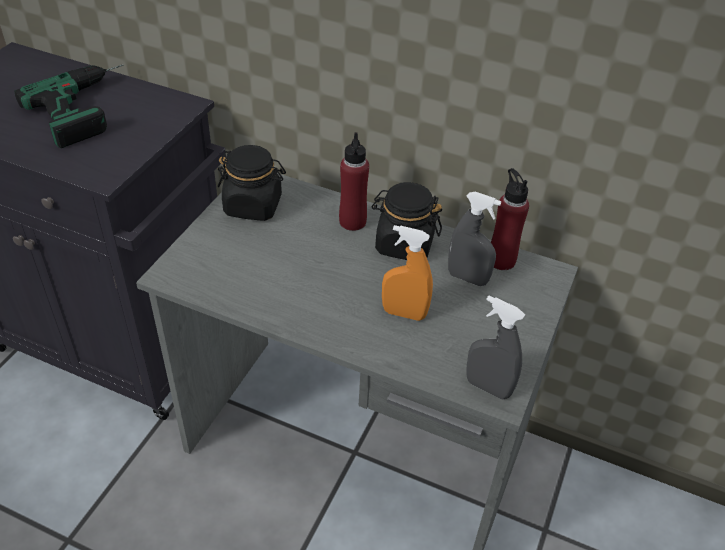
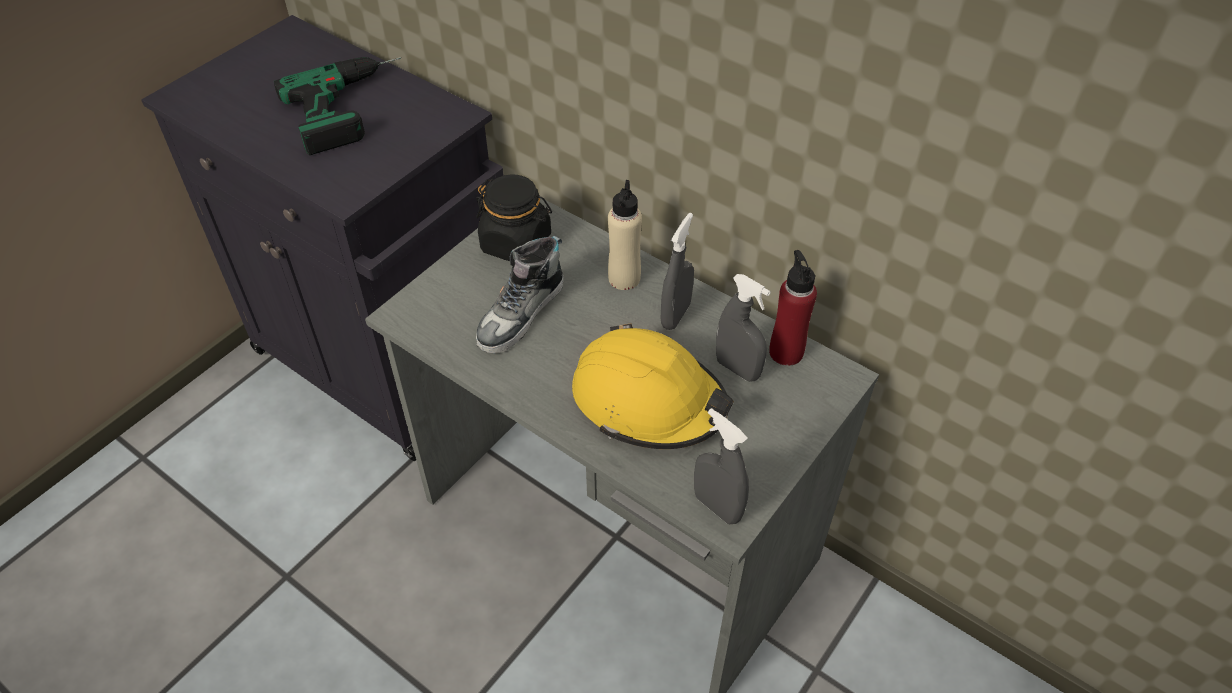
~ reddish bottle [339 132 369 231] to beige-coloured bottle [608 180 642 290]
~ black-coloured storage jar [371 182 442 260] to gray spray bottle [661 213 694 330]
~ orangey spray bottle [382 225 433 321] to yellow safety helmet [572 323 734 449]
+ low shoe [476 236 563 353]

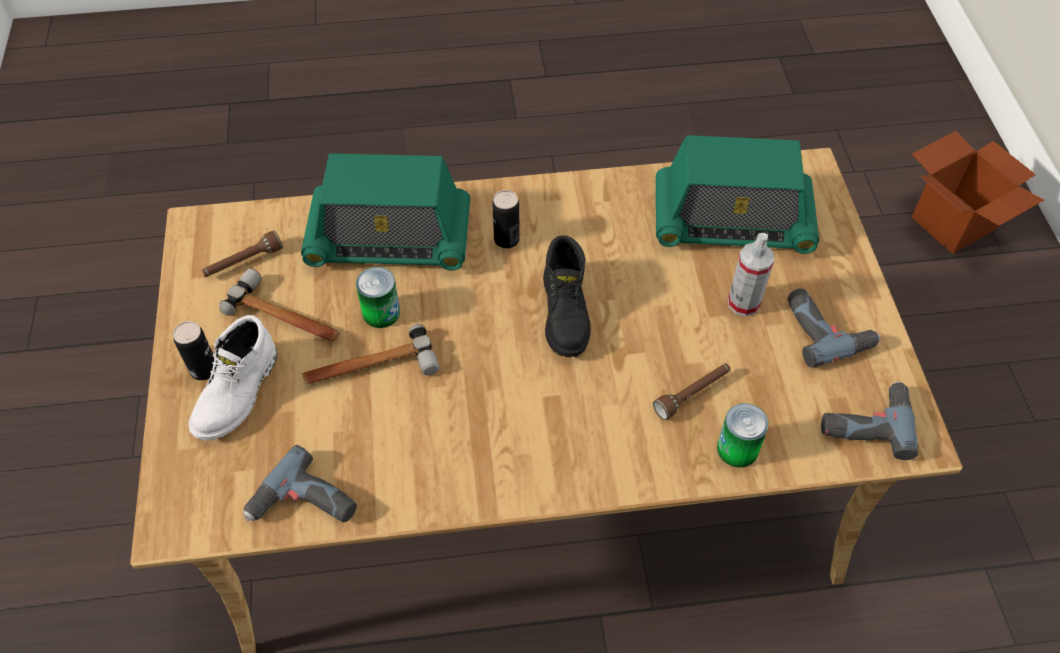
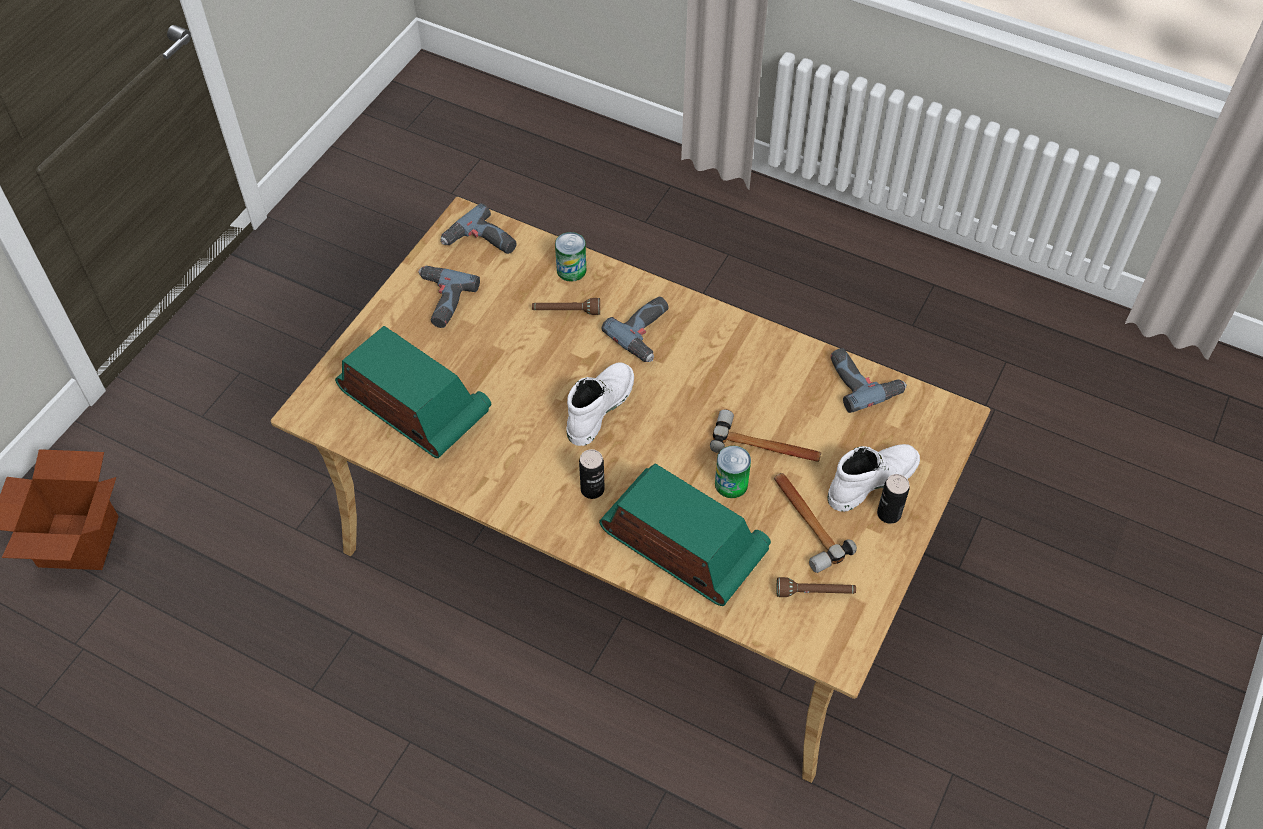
- spray bottle [728 233 774 317]
~ black-coloured boot [543 235 591 357] to white boot [567 362 634 446]
+ electric drill [602 297 668 362]

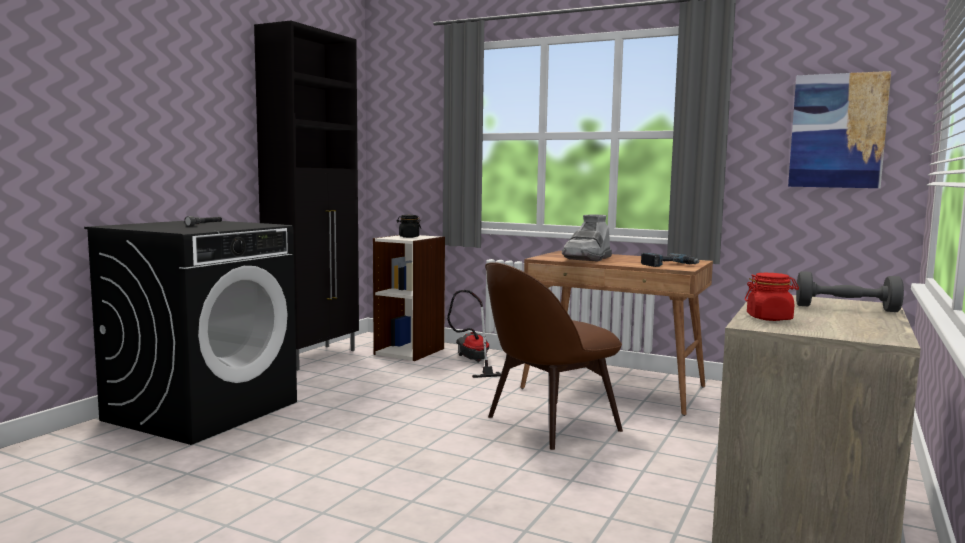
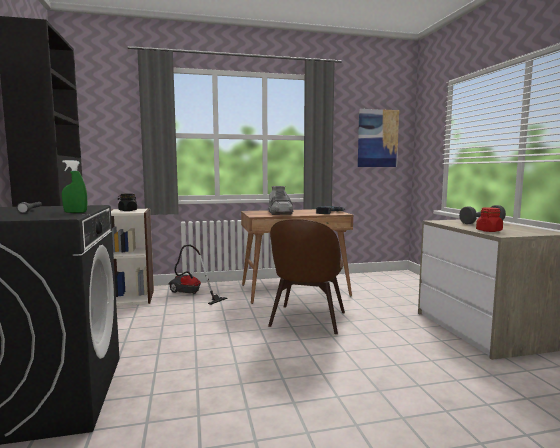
+ green spray bottle [62 160 87 213]

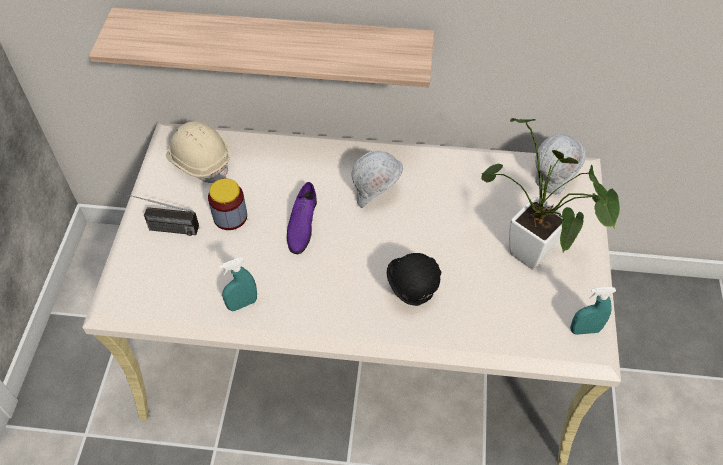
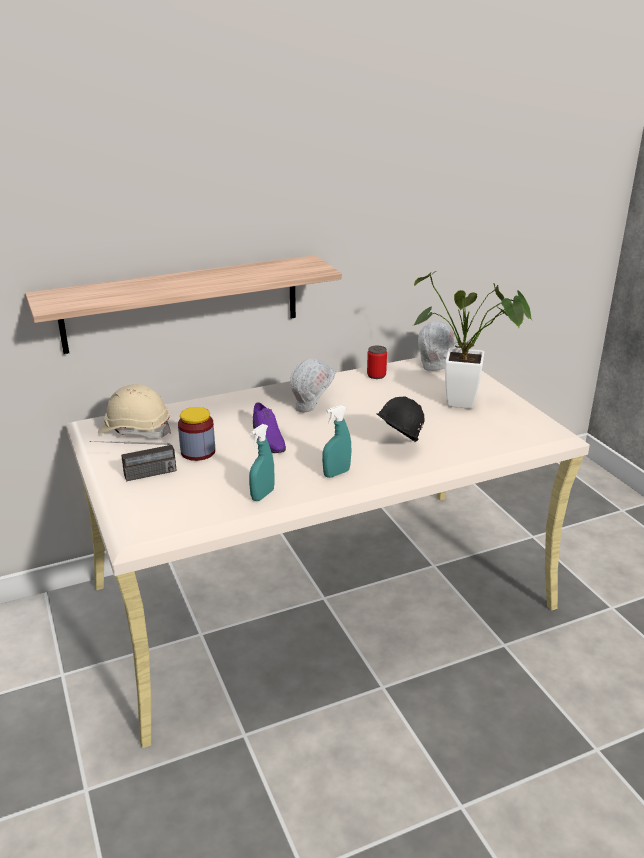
~ blue-green spray bottle [570 287 616 335] to [322 405 352 478]
+ can [367 346 387 379]

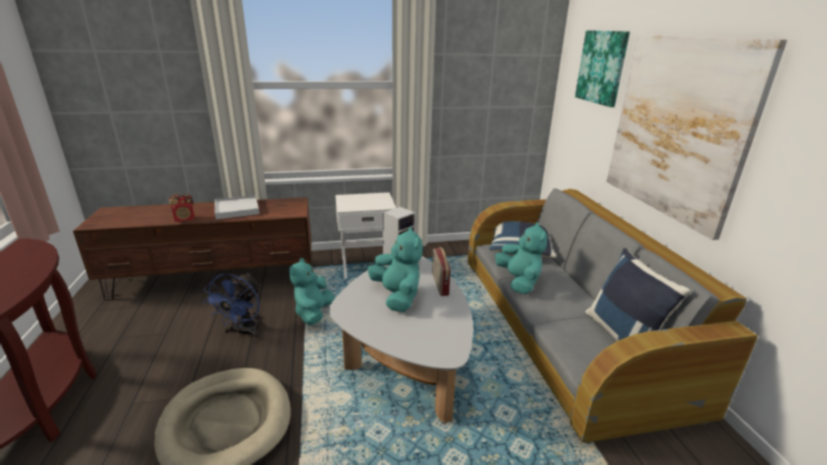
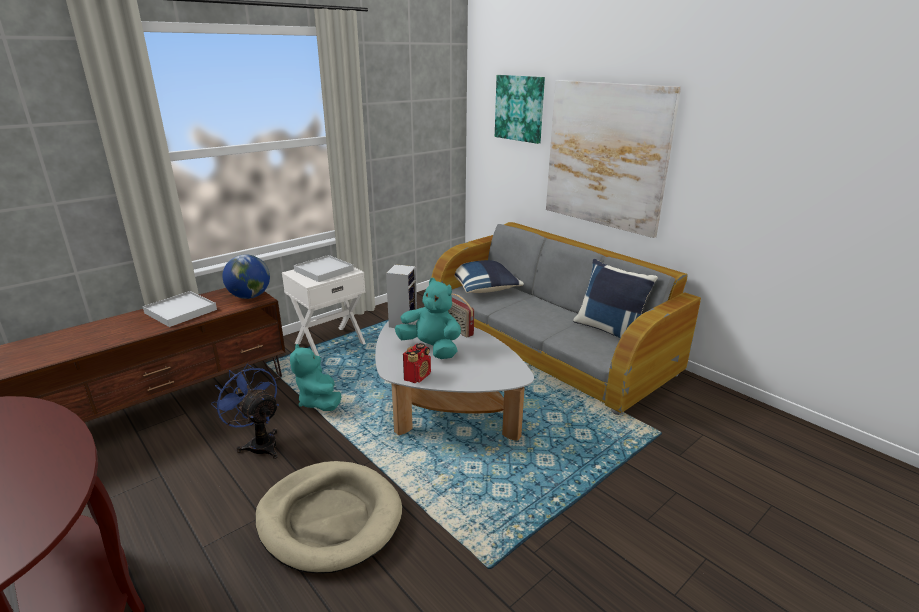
~ radio set [169 194 195 222] to [403 343 431 383]
- blue-green plush toy [495 222 547 294]
~ bluish fan [202 273 261 338] = [211 364 279 459] 150 degrees clockwise
+ globe [222 254 270 299]
+ white tray [294 255 354 282]

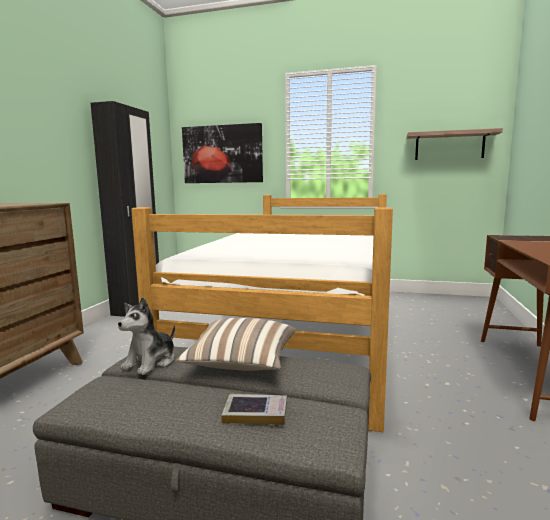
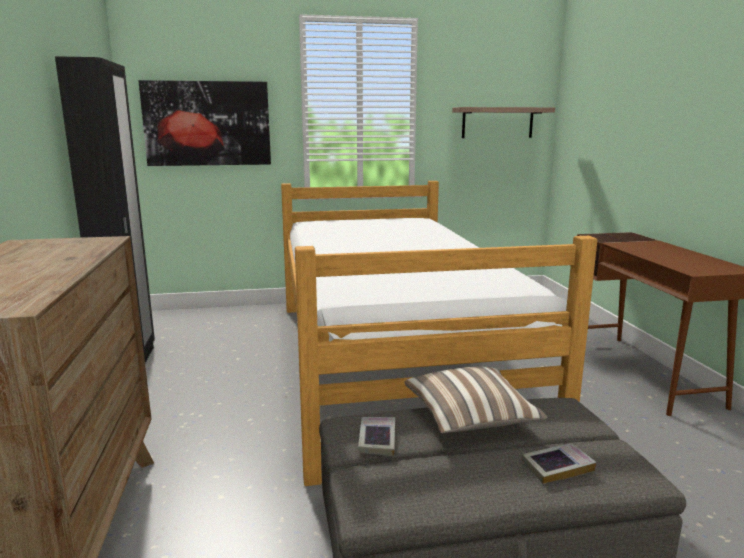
~ plush toy [118 297 175 375] to bound book [358 417 395 456]

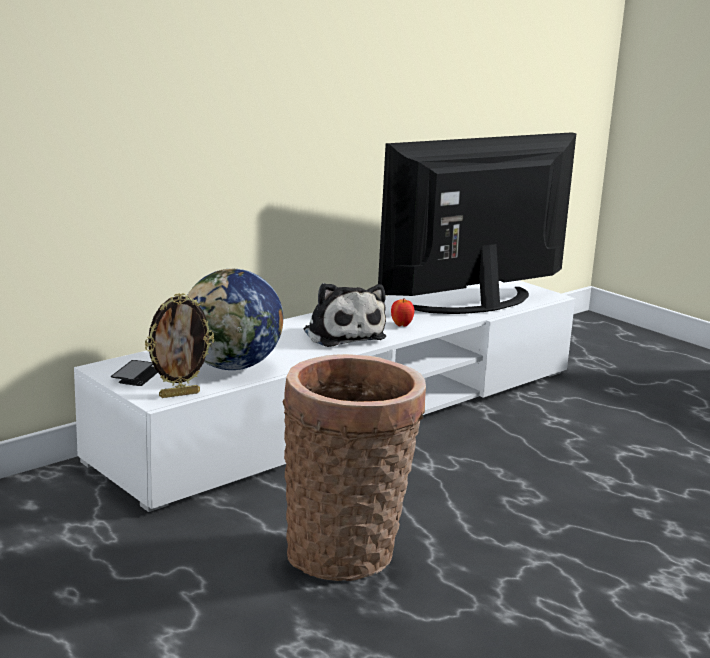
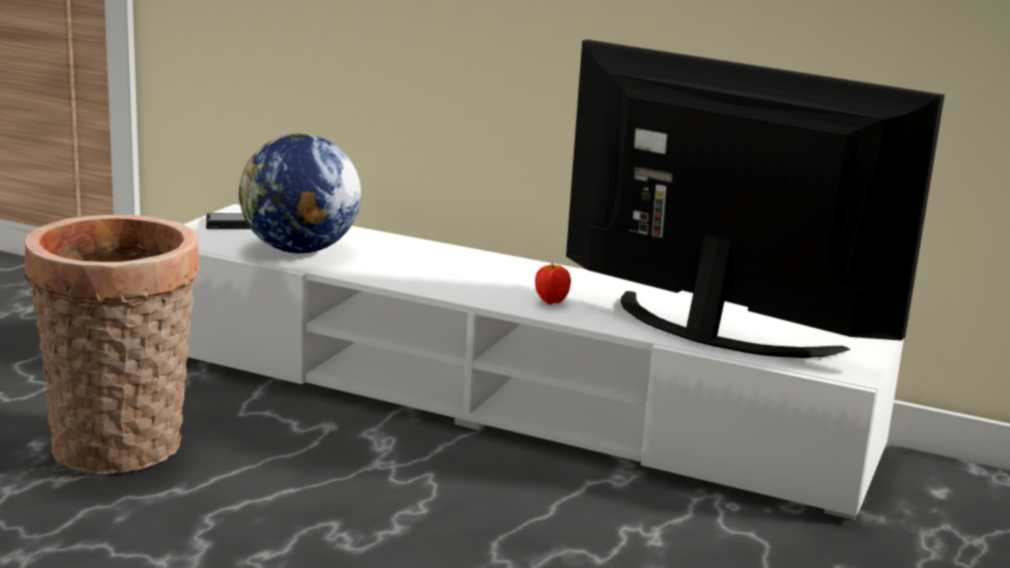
- plush toy [303 283 386 347]
- standing frame [145 293 214 398]

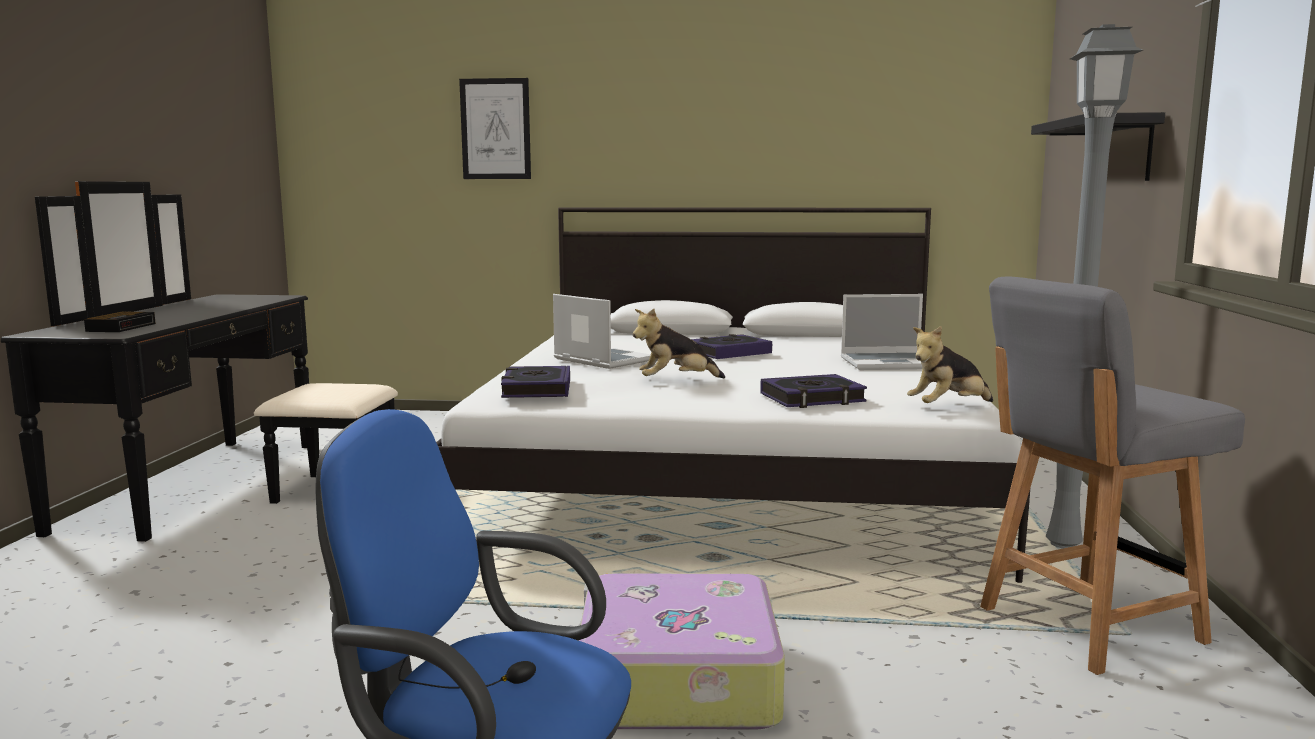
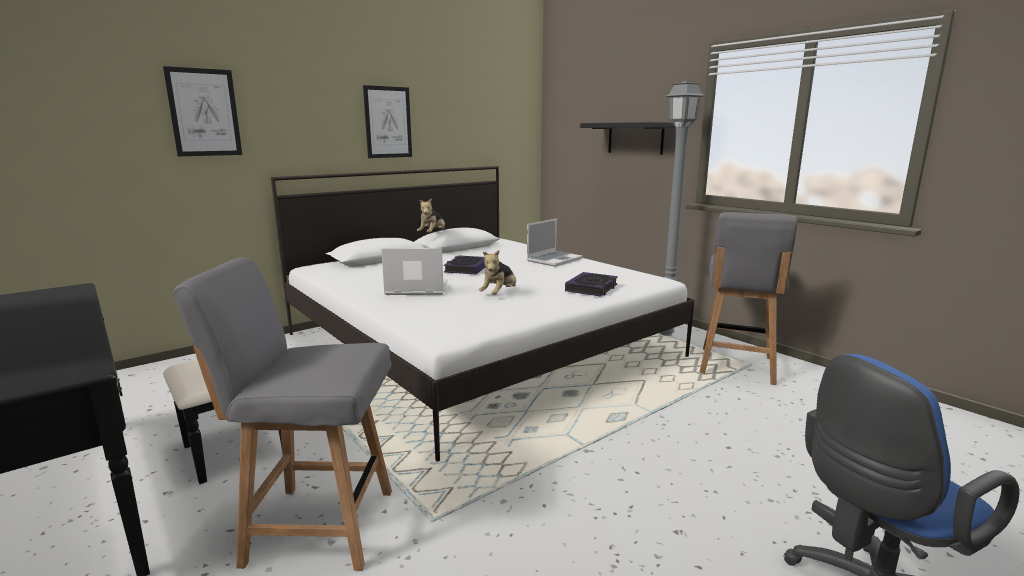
- bedside clock [84 312 156 332]
~ plush toy [907 326 993 403] to [417 198 445 233]
- bound book [501 366 570 398]
- travel case [578 574 785 729]
+ wall picture [363 85 412 158]
+ gray upright chair [173 257 392 571]

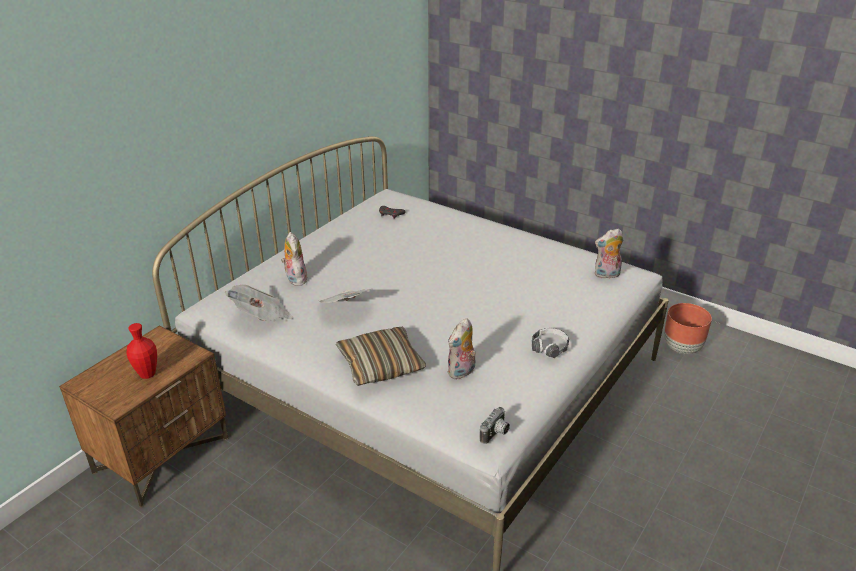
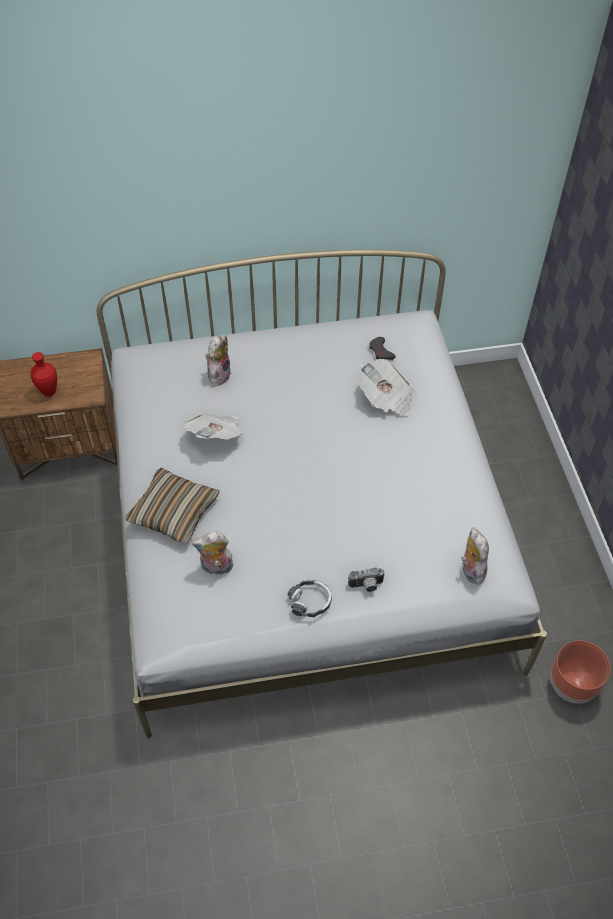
~ plush toy [595 228 623 279] = [461 527 489 584] 45 degrees clockwise
~ daily paper [225 285 293 321] to [360 359 414 417]
~ photo camera [480 407 510 444] to [348 567 385 592]

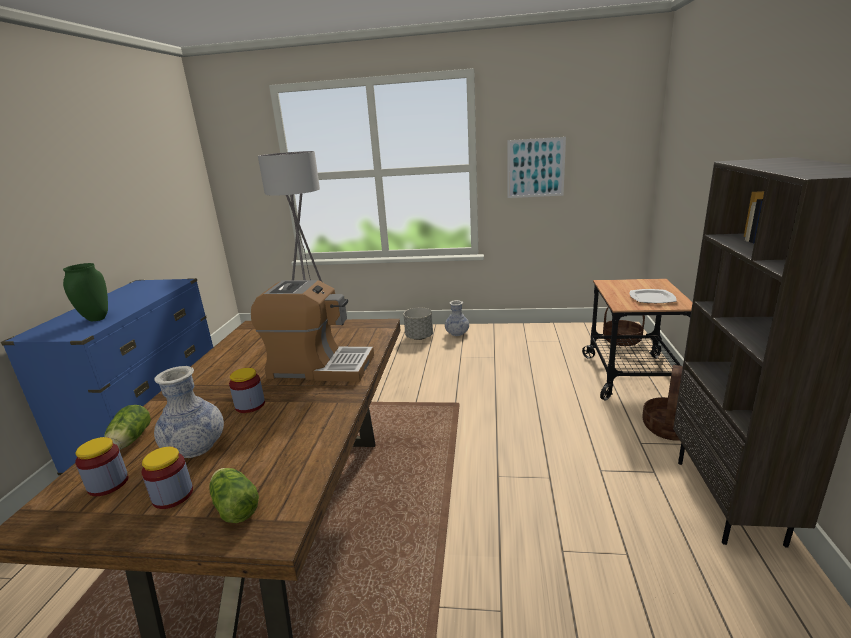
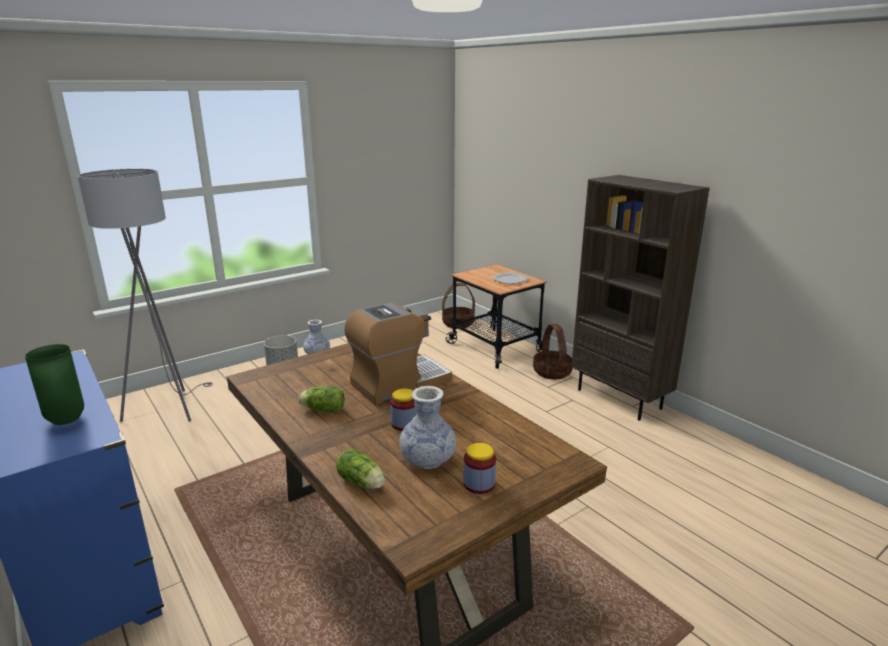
- wall picture [508 137 566 198]
- storage jar [75 437 129 496]
~ lettuce [209 468 259 523] to [299 387 345 413]

